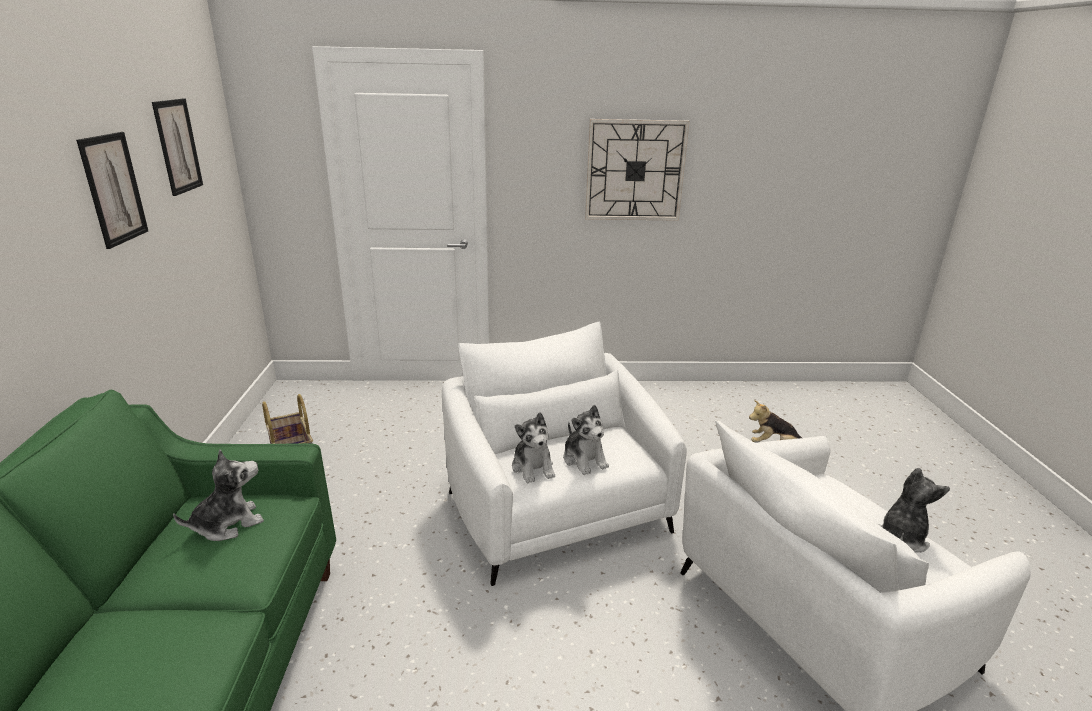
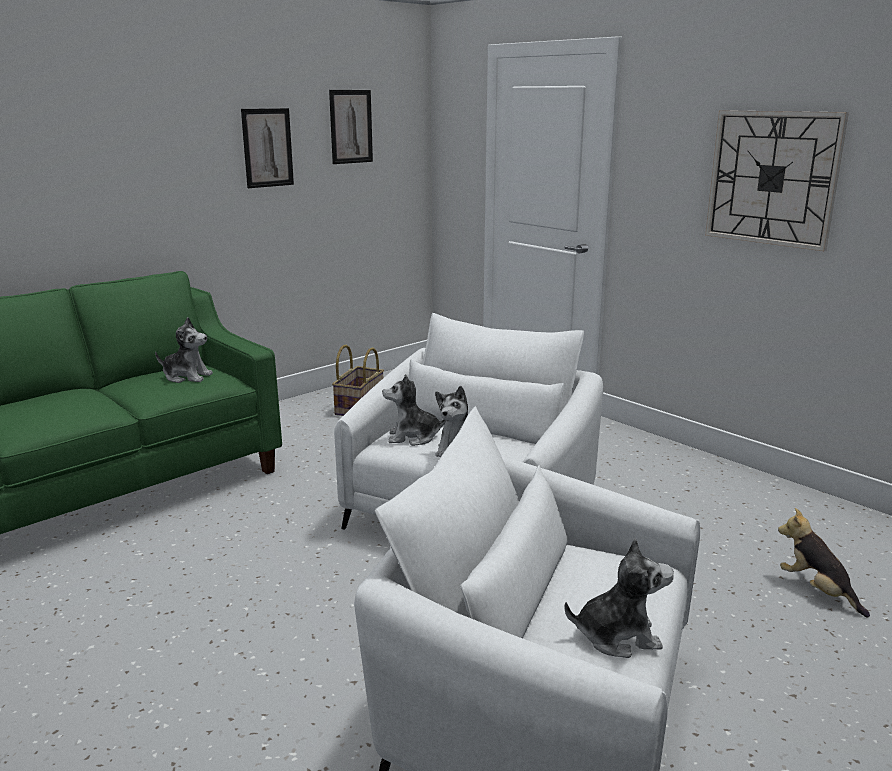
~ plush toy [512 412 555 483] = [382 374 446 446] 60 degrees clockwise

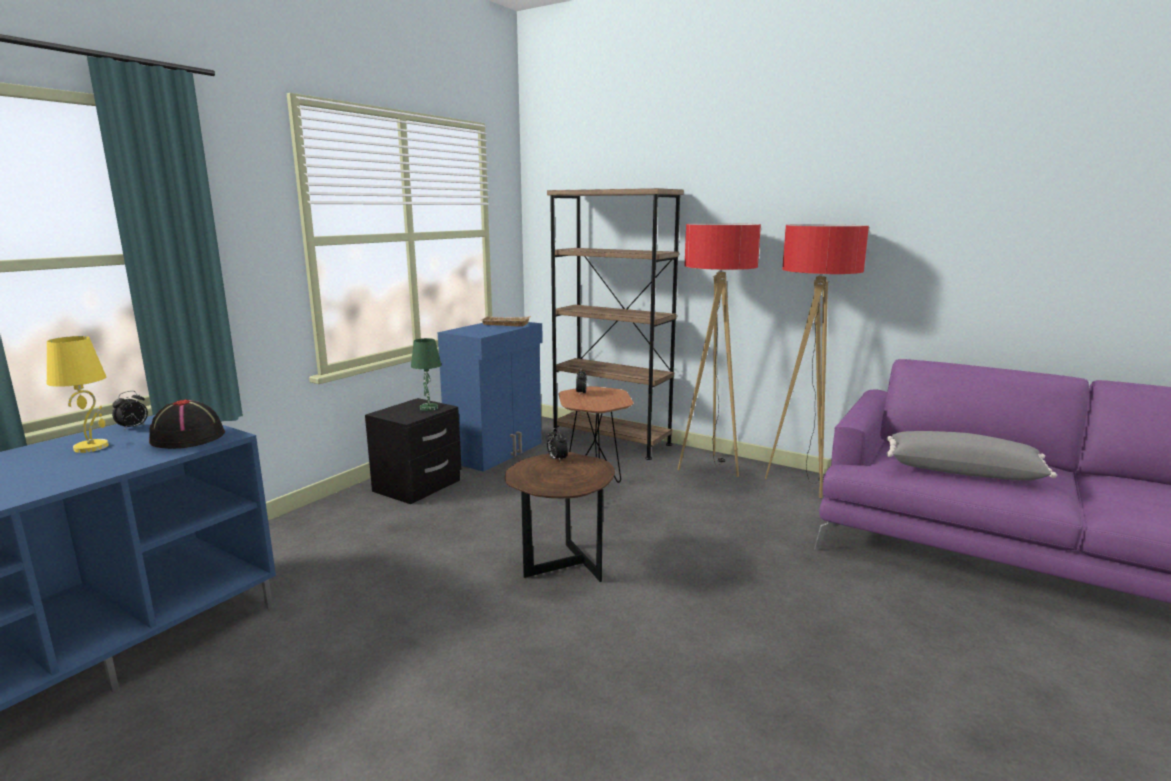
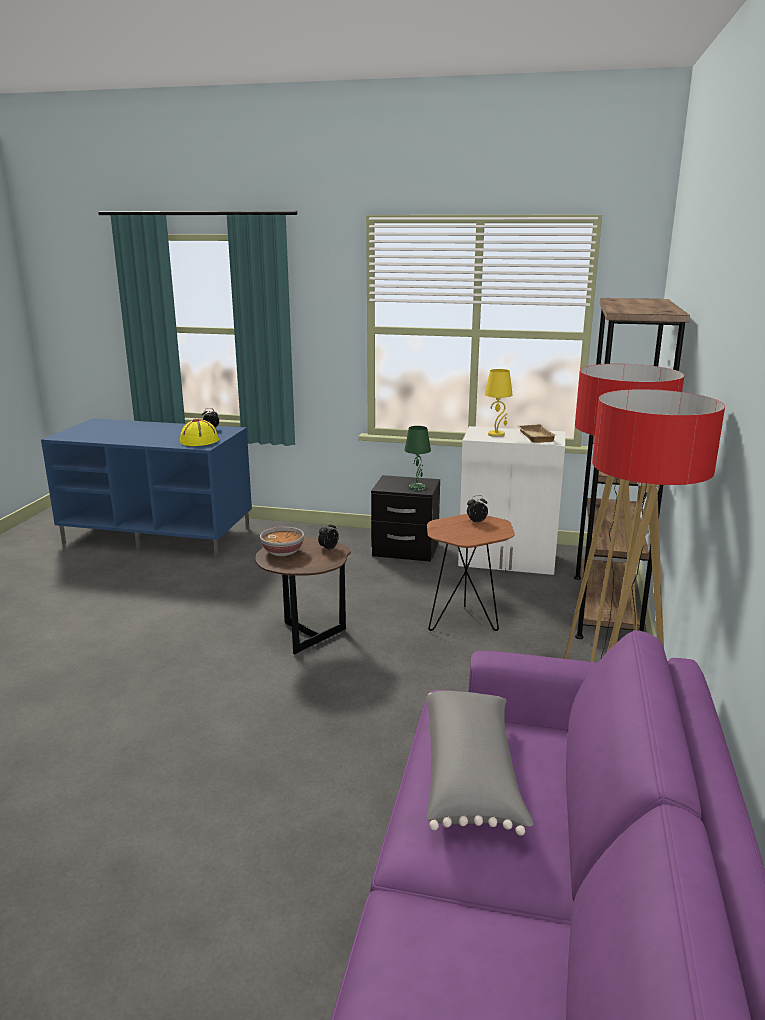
~ bluish cabinet [438 322 543 472] to white cabinet [458 426 565 575]
~ yellow table lamp [47 336 109 453] to [485 369 513 437]
~ black-coloured wearable hat [149 400 225 449] to yellow wearable hat [180 419 219 446]
+ bowl [260 527 304 556]

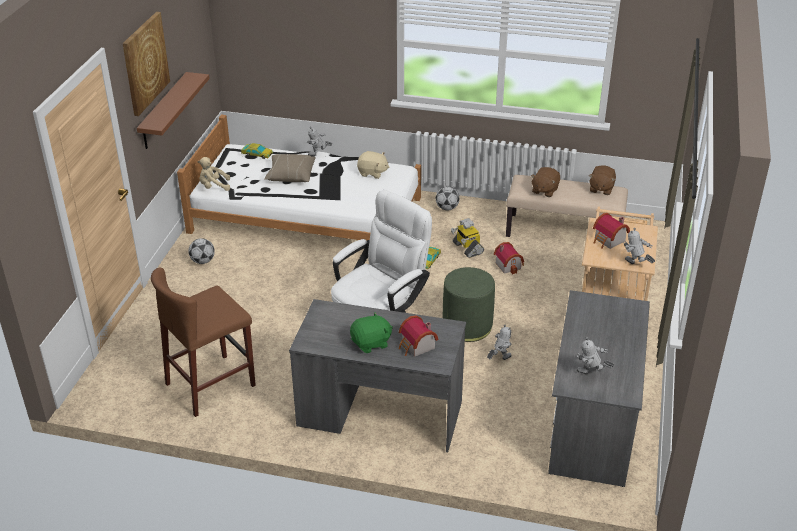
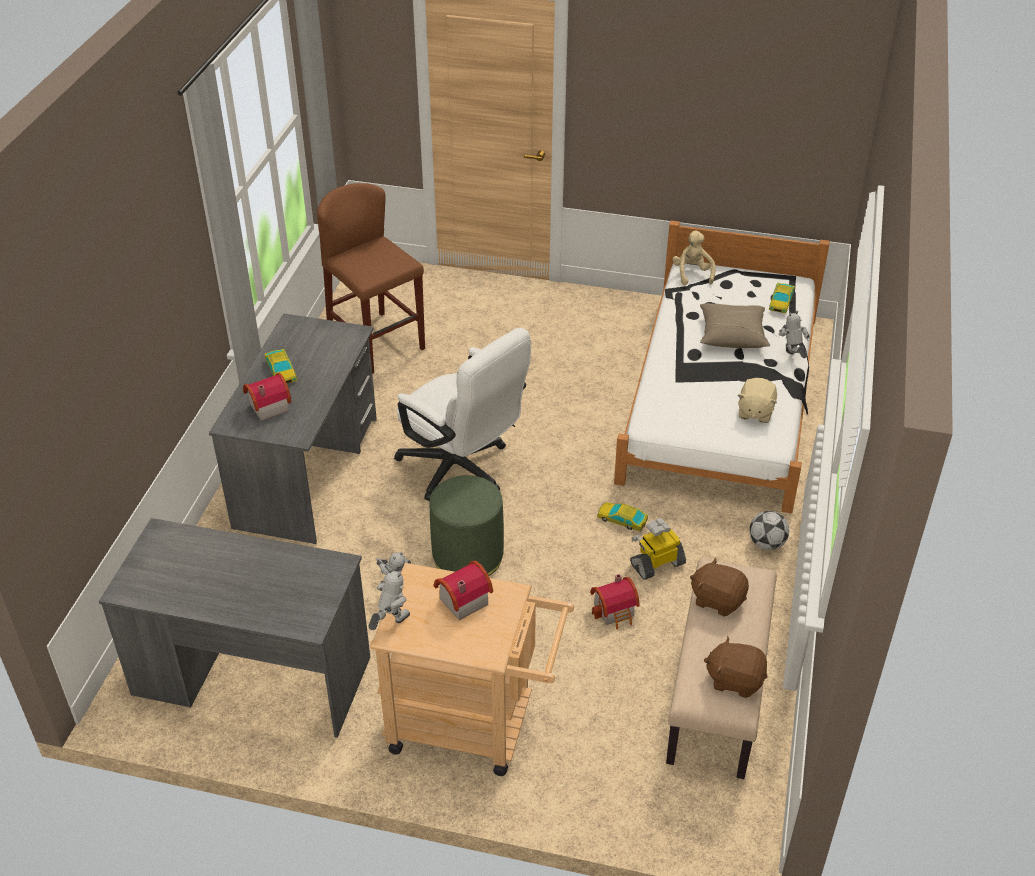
- wall picture [123 12 170 116]
- brown shelf [137 72 210 149]
- football [188 238 215 264]
~ green plush toy [350 312 393 353] to miniature car [265 349 297 384]
- robot figure [576 337 614 375]

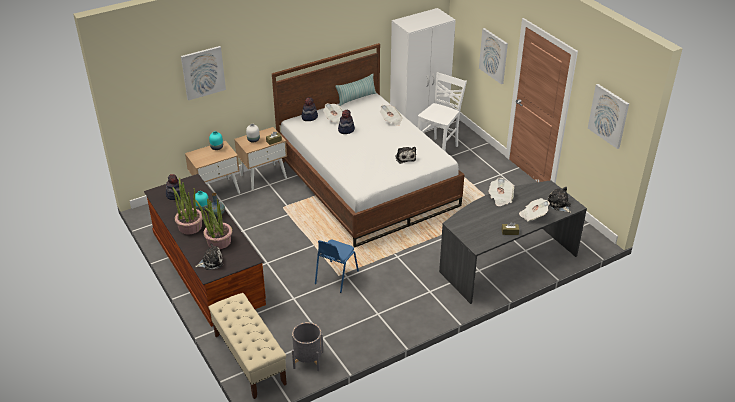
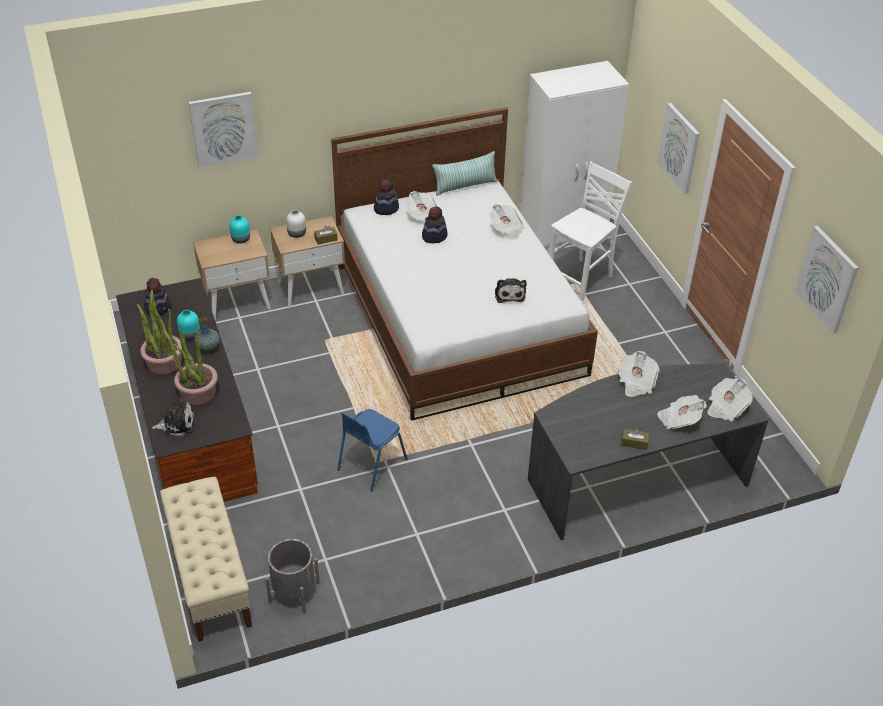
~ plush toy [548 187 571 213] to daily paper [707 378 753 421]

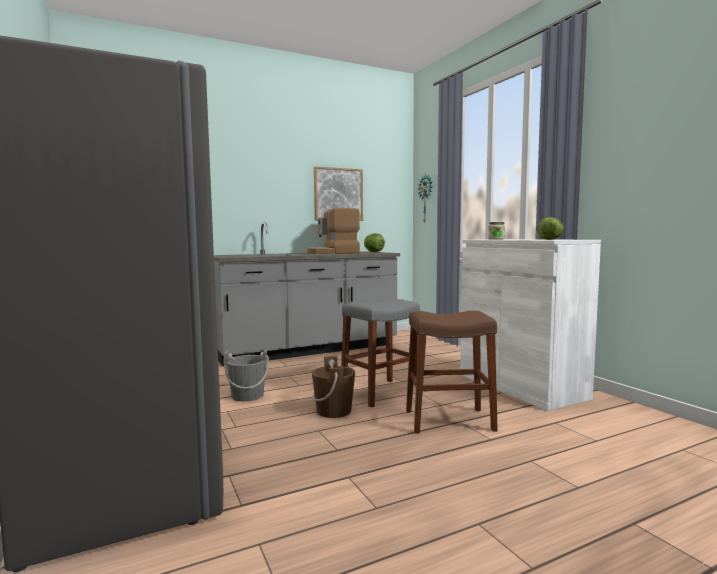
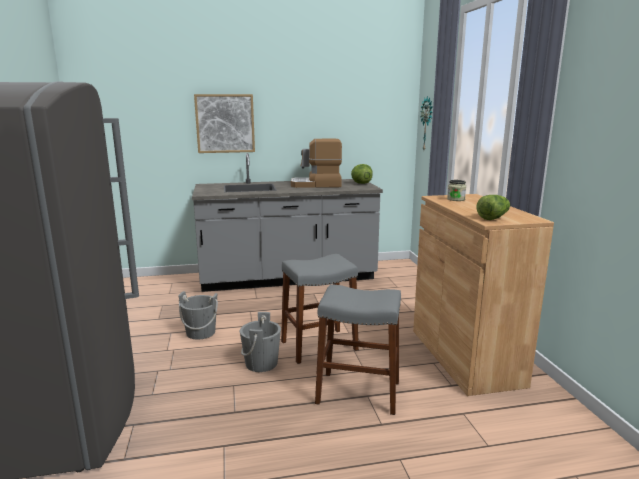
~ wall picture [314 166 363 221] to [194 94 255 153]
~ white cabinet [460 239 601 411] to brown cabinet [413 194 554 396]
~ brown stool seat [406 310 498 434] to gray stool seat [315 284 401 415]
~ brown water bucket [312 356 355 418] to gray water bucket [240 312 281 372]

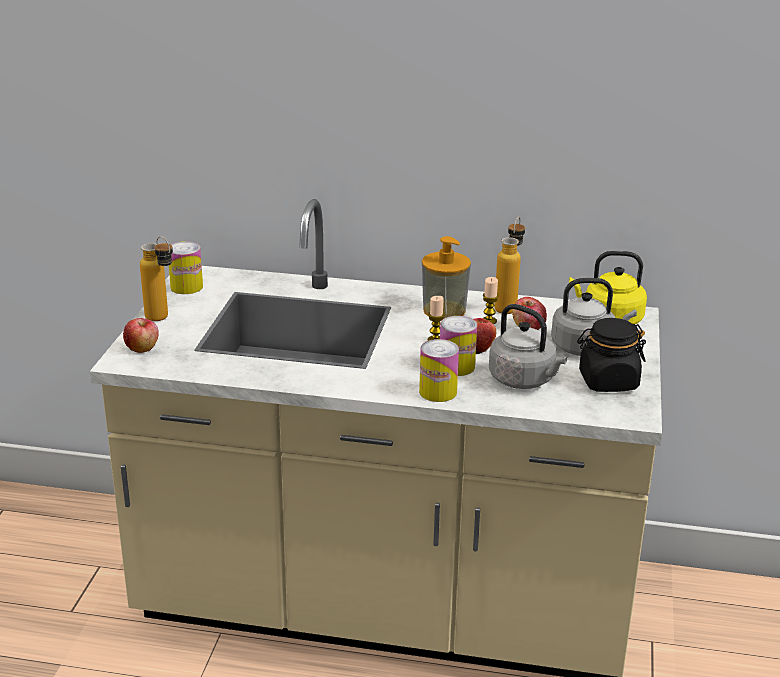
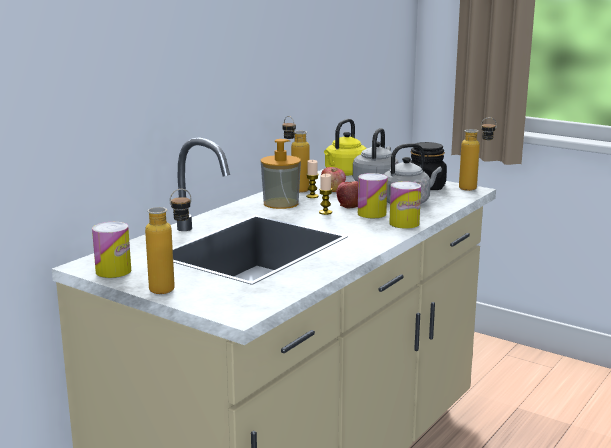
- whole apple [123 318 159 353]
+ bottle [459 117 497 191]

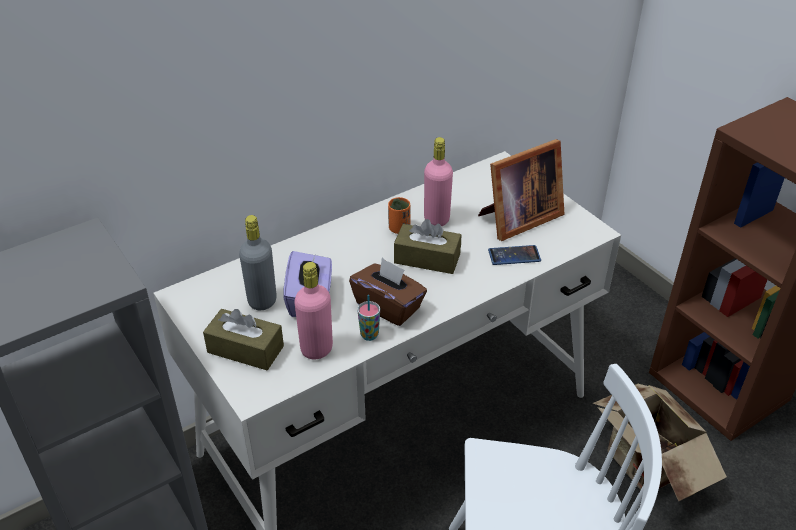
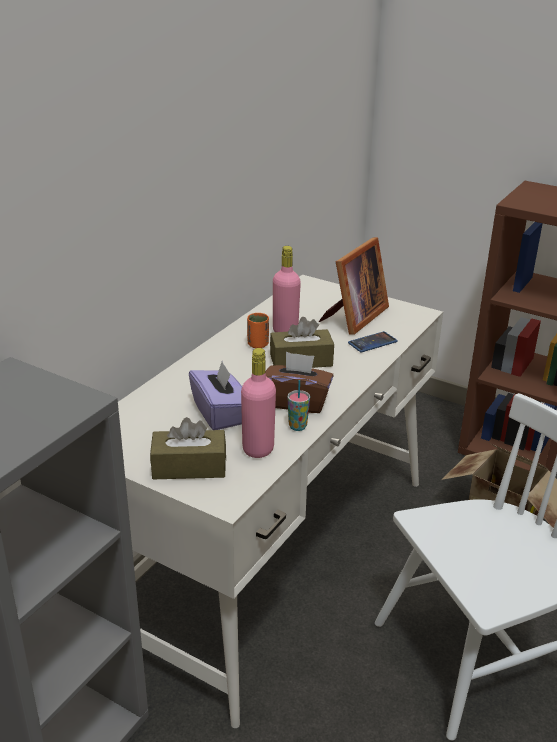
- gray bottle [239 215 276 310]

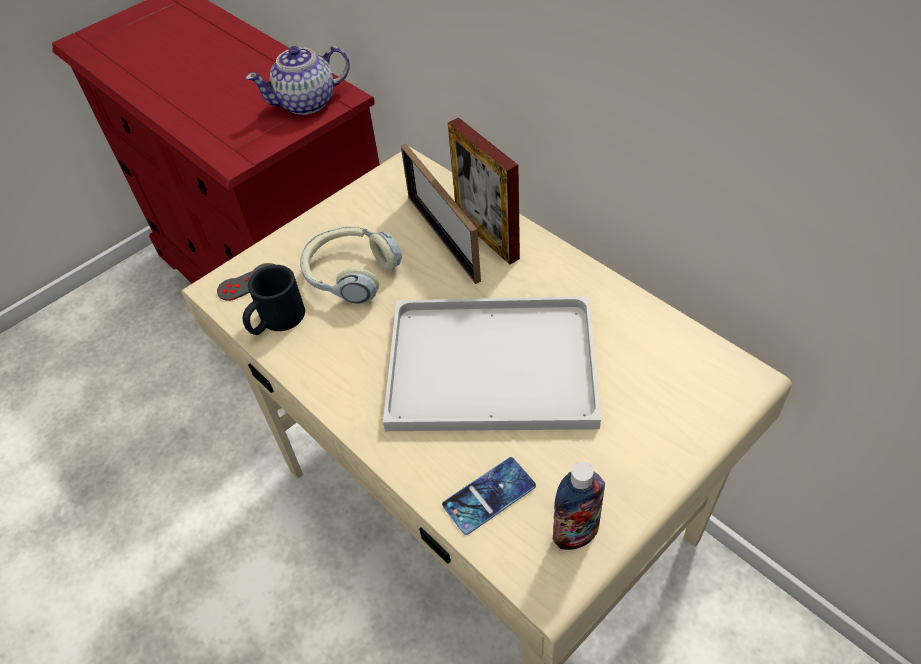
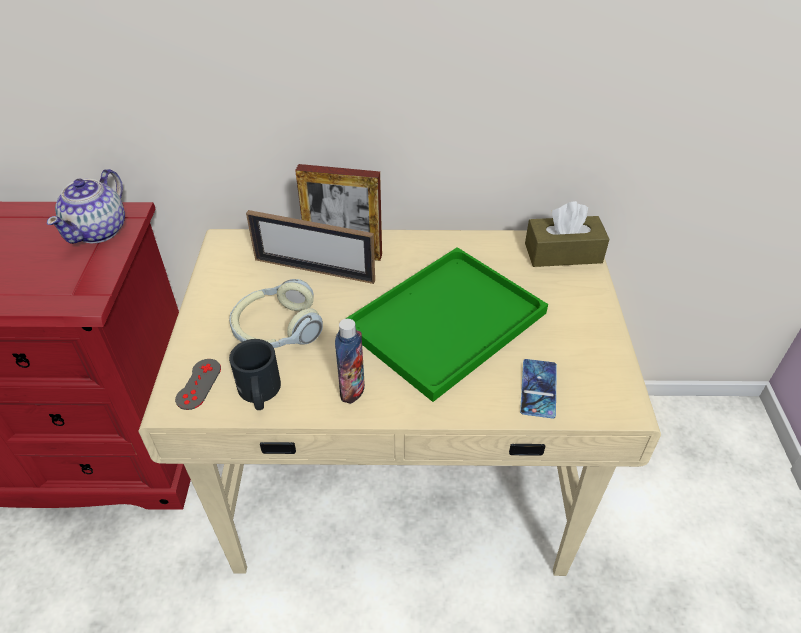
~ white tray [383 296 601 431] to green tray [346 247 548 402]
~ bottle [553 462 605 550] to [335 319 365 404]
+ brown box of tissues [525 201 610 267]

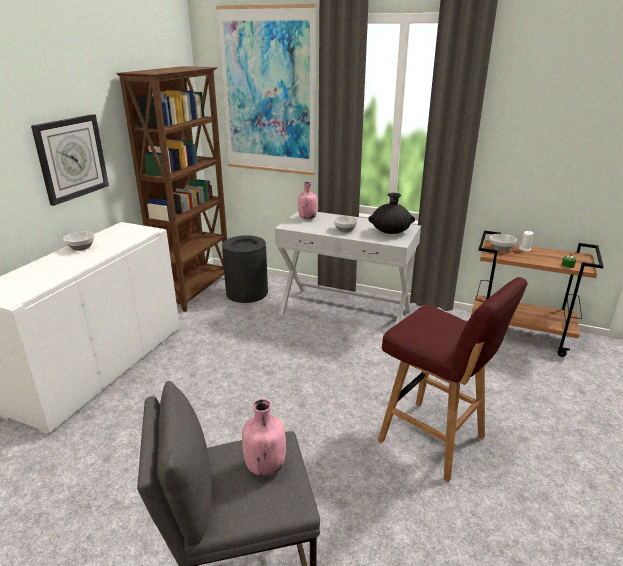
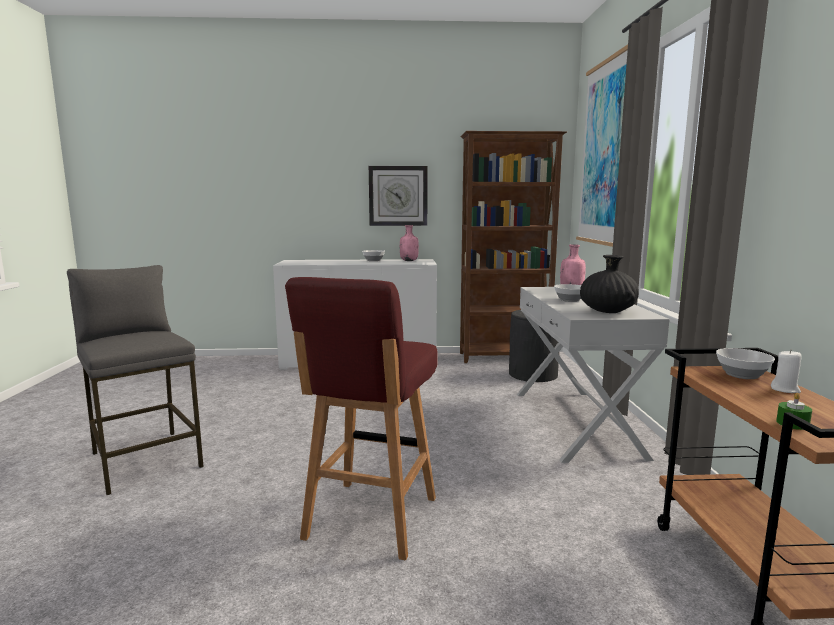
~ pinkish bottle [242 399 286 476] to [400 225 419 261]

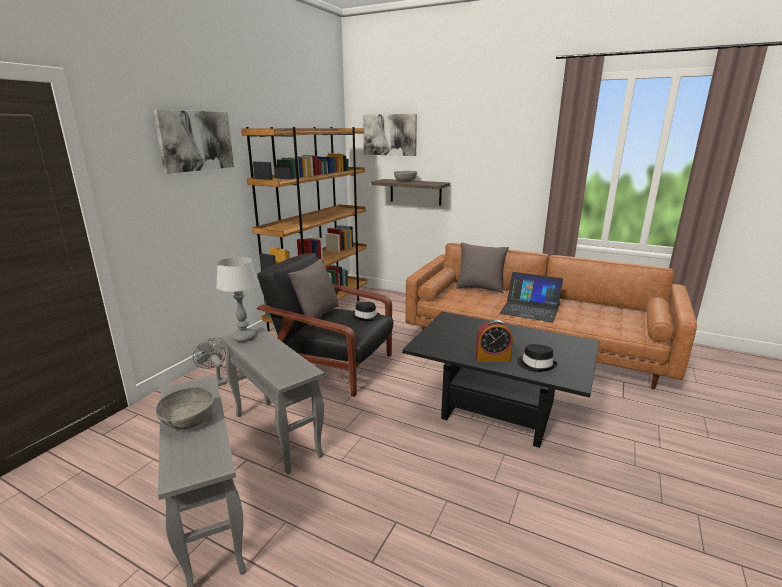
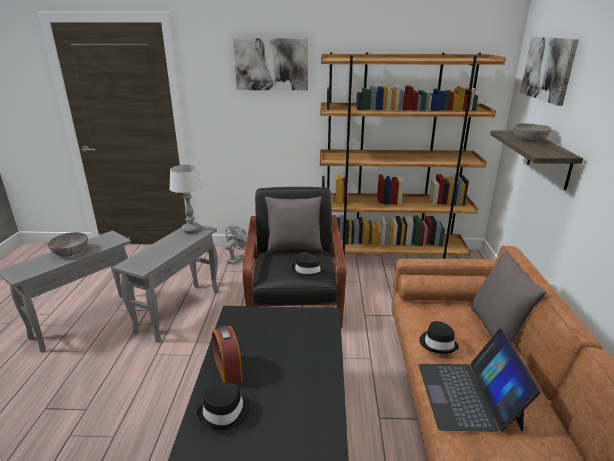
+ black-coloured wearable hat [419 321 459 354]

